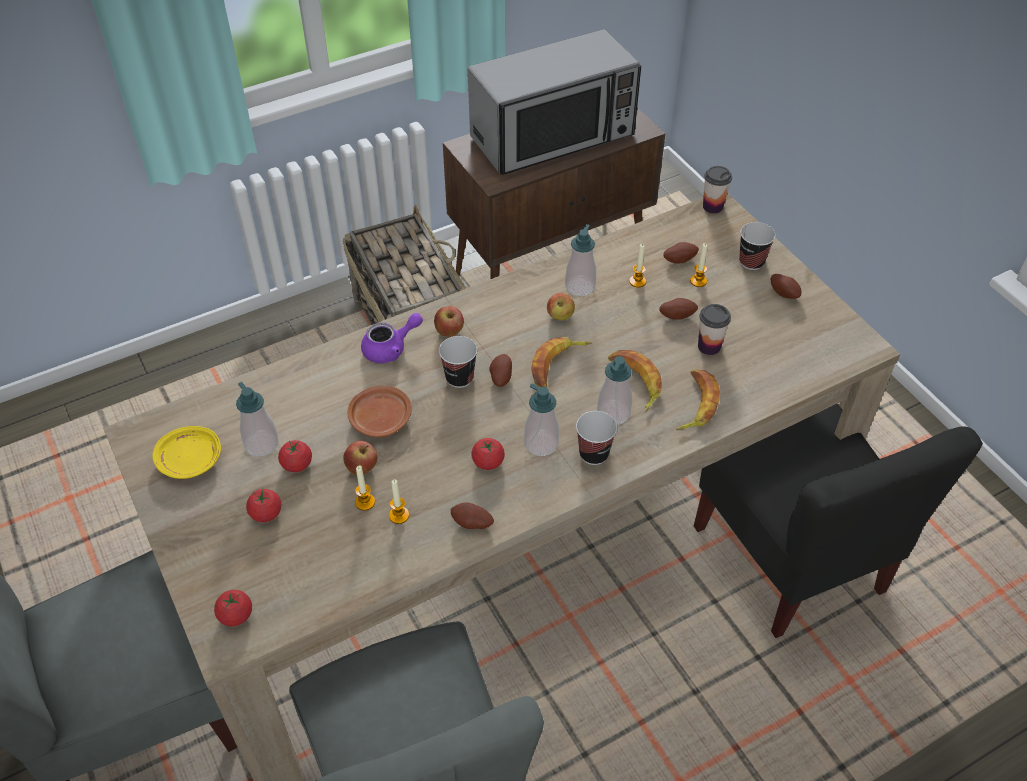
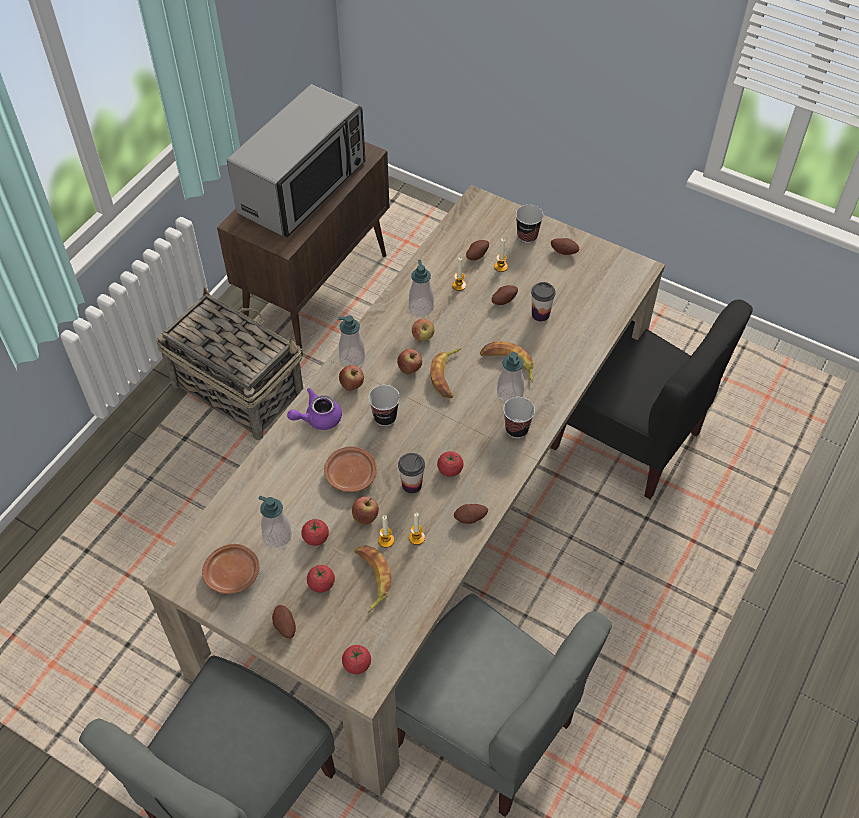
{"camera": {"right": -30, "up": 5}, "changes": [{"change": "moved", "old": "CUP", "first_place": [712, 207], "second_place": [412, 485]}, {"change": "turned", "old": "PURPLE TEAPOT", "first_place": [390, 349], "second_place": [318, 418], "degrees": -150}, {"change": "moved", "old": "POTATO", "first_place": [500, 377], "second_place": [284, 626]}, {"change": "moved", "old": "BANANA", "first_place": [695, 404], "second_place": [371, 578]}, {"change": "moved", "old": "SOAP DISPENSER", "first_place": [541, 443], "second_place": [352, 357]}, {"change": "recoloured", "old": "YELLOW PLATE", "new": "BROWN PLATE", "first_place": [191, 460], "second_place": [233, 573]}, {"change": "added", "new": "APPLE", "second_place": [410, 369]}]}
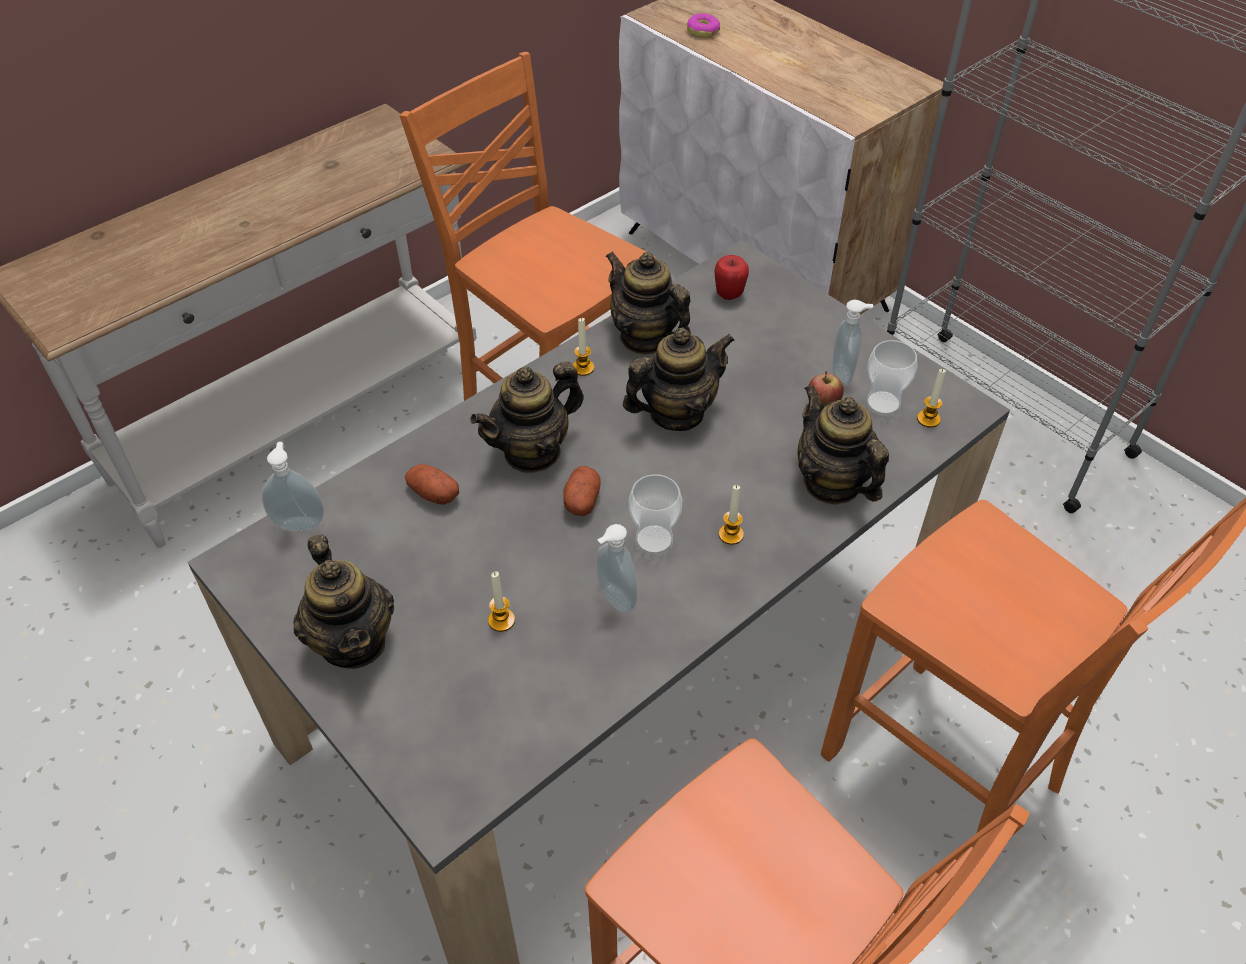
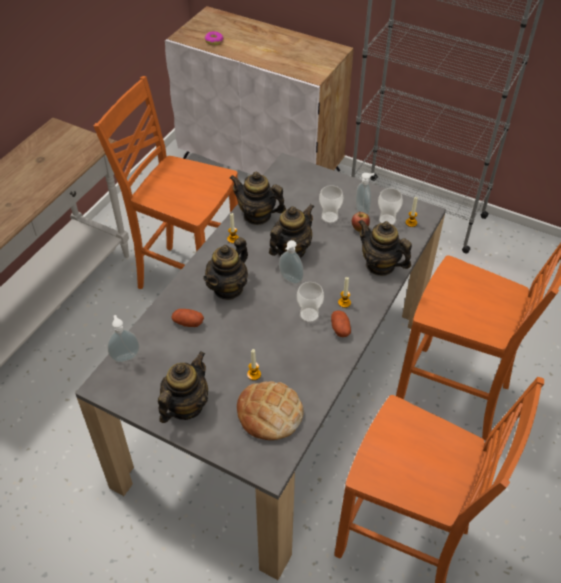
{"camera": {"right": -20, "up": 0}, "changes": [{"change": "removed", "old": "APPLE", "first_place": [729, 294]}, {"change": "moved", "old": "POTATO", "first_place": [582, 500], "second_place": [340, 328]}, {"change": "moved", "old": "SOAP DISPENSER", "first_place": [614, 600], "second_place": [290, 280]}, {"change": "turned", "old": "TEAPOT", "first_place": [354, 641], "second_place": [185, 406], "degrees": -105}, {"change": "added", "new": "CUP", "second_place": [329, 217]}, {"change": "added", "new": "BREAD", "second_place": [269, 414]}]}
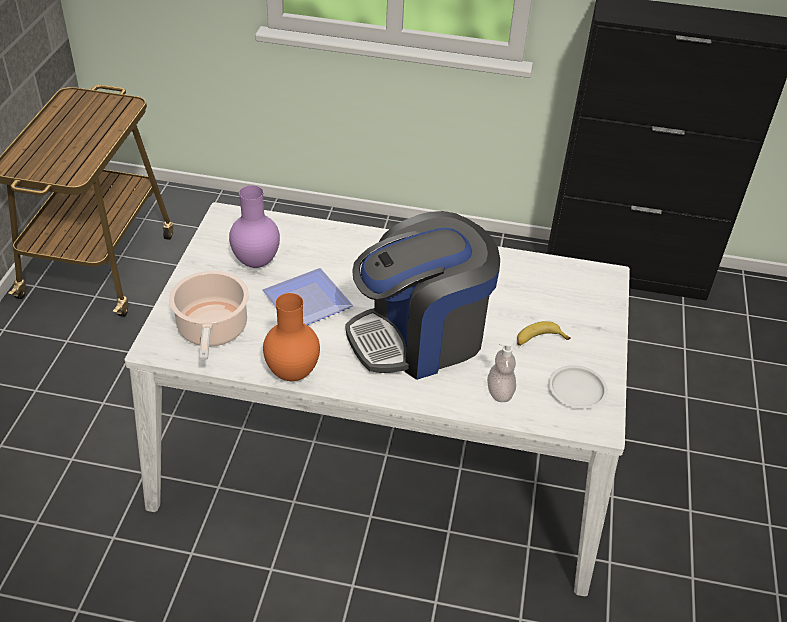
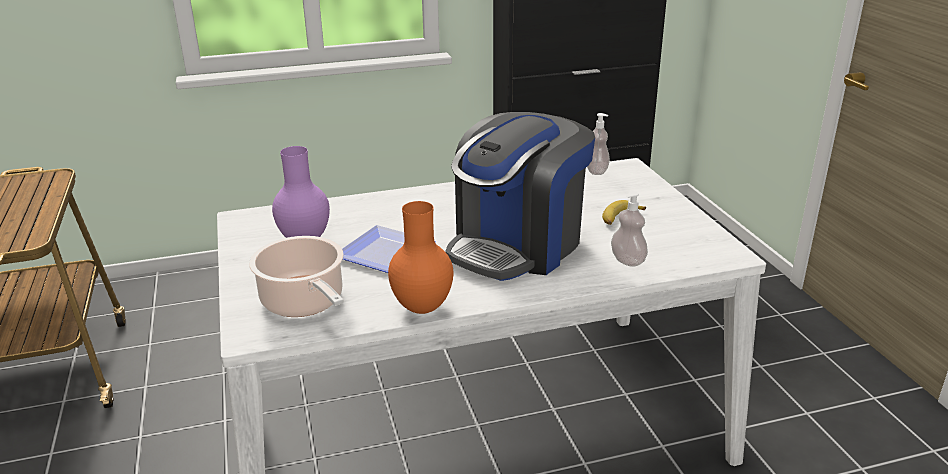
{"camera": {"right": -25, "up": -15}, "changes": [{"change": "removed", "old": "WHITE PLATE", "first_place": [577, 390]}, {"change": "added", "new": "SOAP DISPENSER", "second_place": [596, 171]}]}
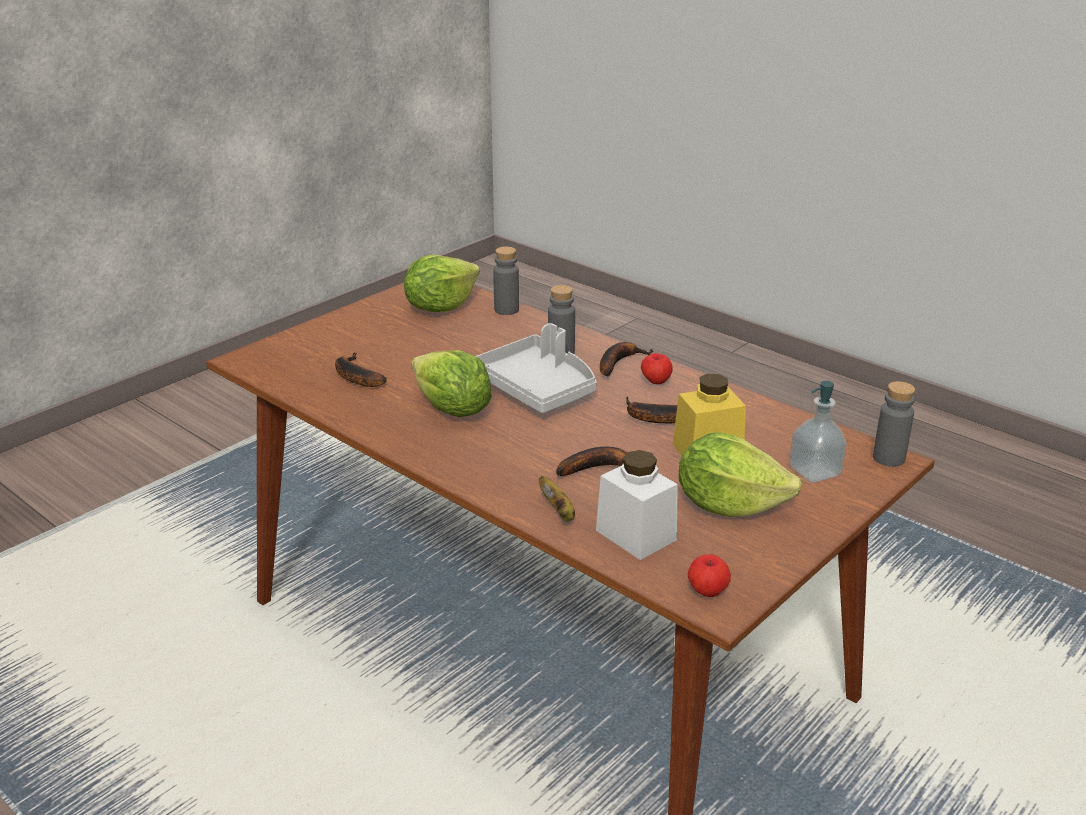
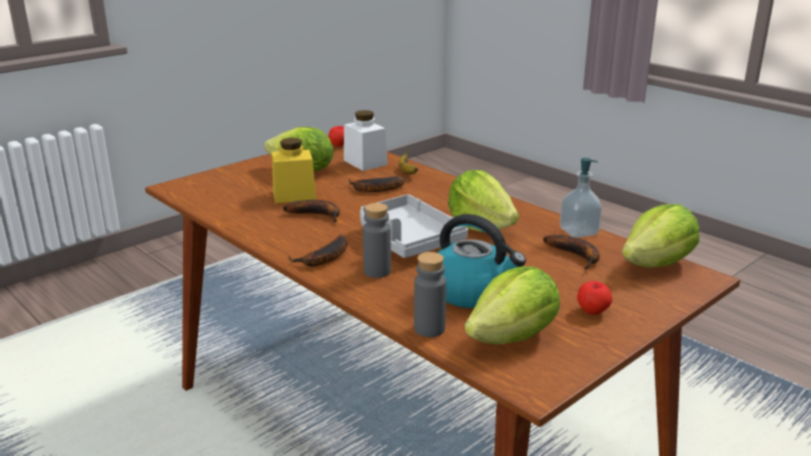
{"camera": {"right": -175, "up": -5}, "changes": [{"change": "moved", "old": "APPLE", "first_place": [655, 381], "second_place": [592, 311]}, {"change": "moved", "old": "SOAP DISPENSER", "first_place": [814, 472], "second_place": [578, 232]}, {"change": "removed", "old": "GREY BOTTLE", "first_place": [888, 458]}, {"change": "added", "new": "LETTUCE", "second_place": [658, 264]}, {"change": "added", "new": "KETTLE", "second_place": [472, 291]}]}
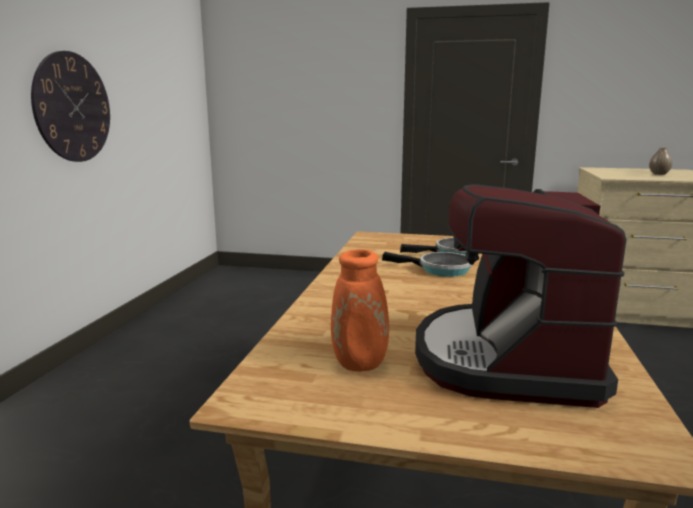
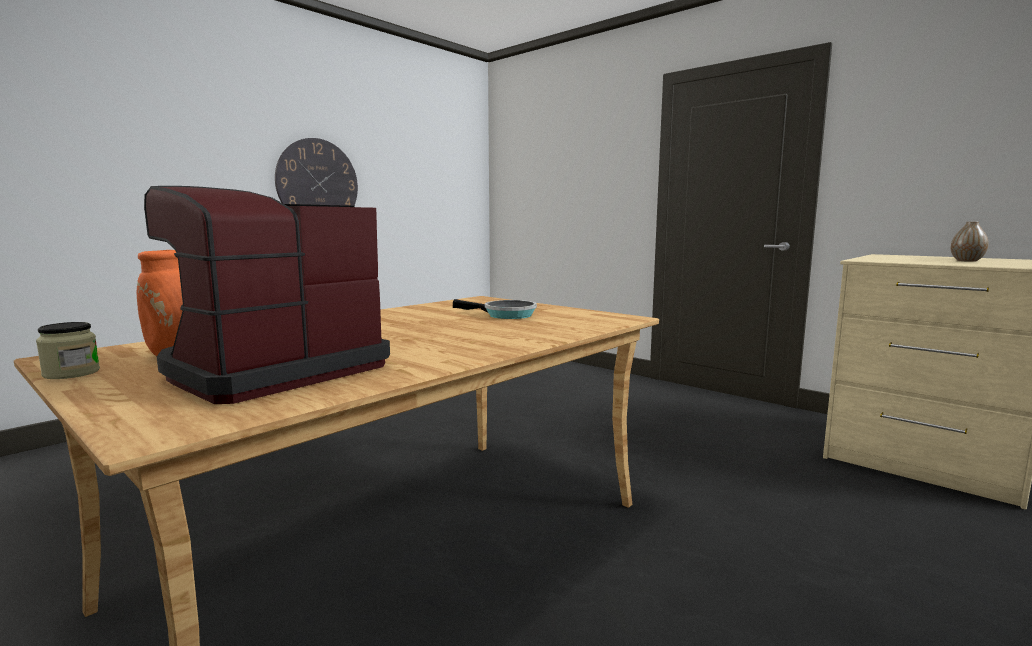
{"camera": {"right": 30, "up": -5}, "changes": [{"change": "removed", "old": "FRYING PAN", "first_place": [440, 269]}, {"change": "added", "new": "JAR", "second_place": [71, 373]}]}
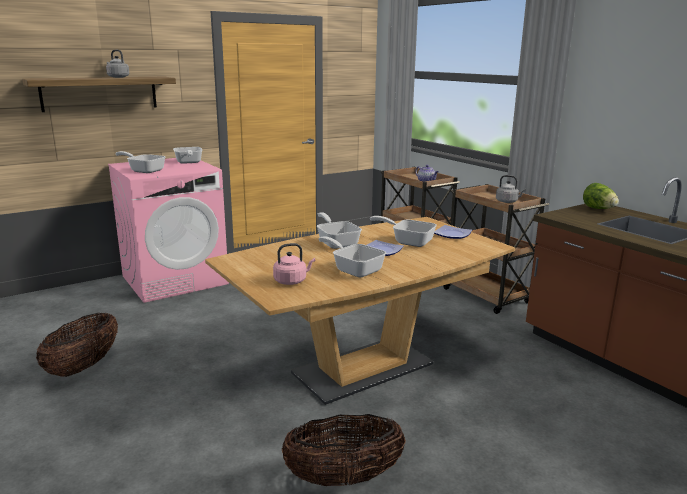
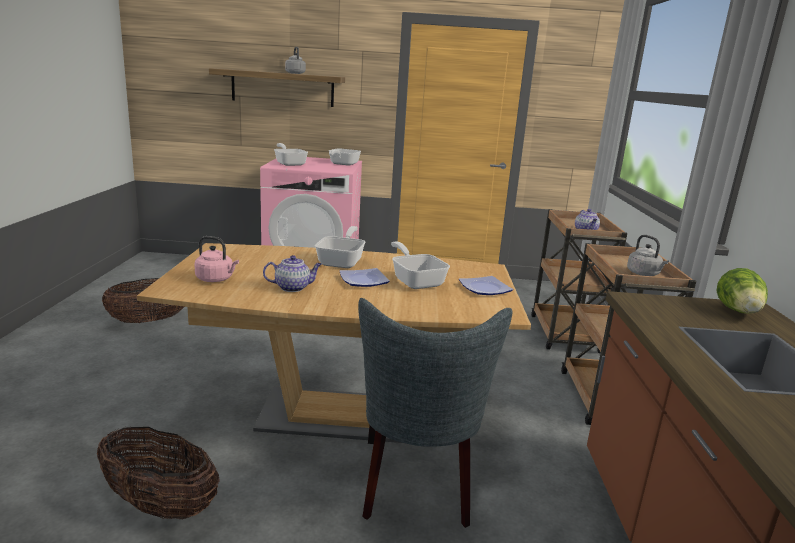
{"camera": {"right": 35, "up": 0}, "changes": [{"change": "replaced", "old": "FRYING PAN", "new": "TEAPOT", "first_place": [354, 269], "second_place": [293, 287]}, {"change": "added", "new": "GREY CHAIR", "second_place": [416, 486]}]}
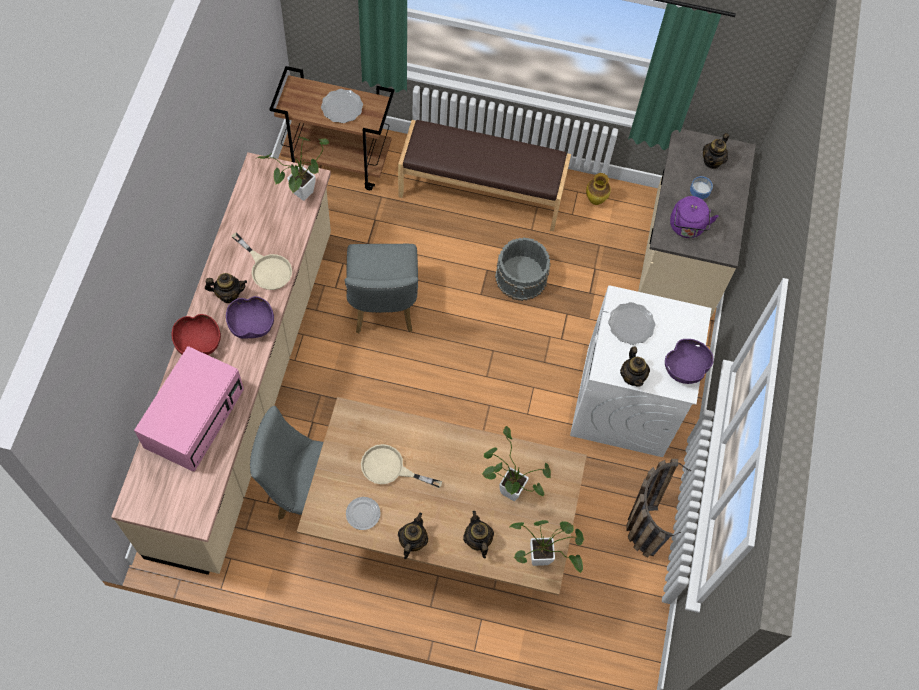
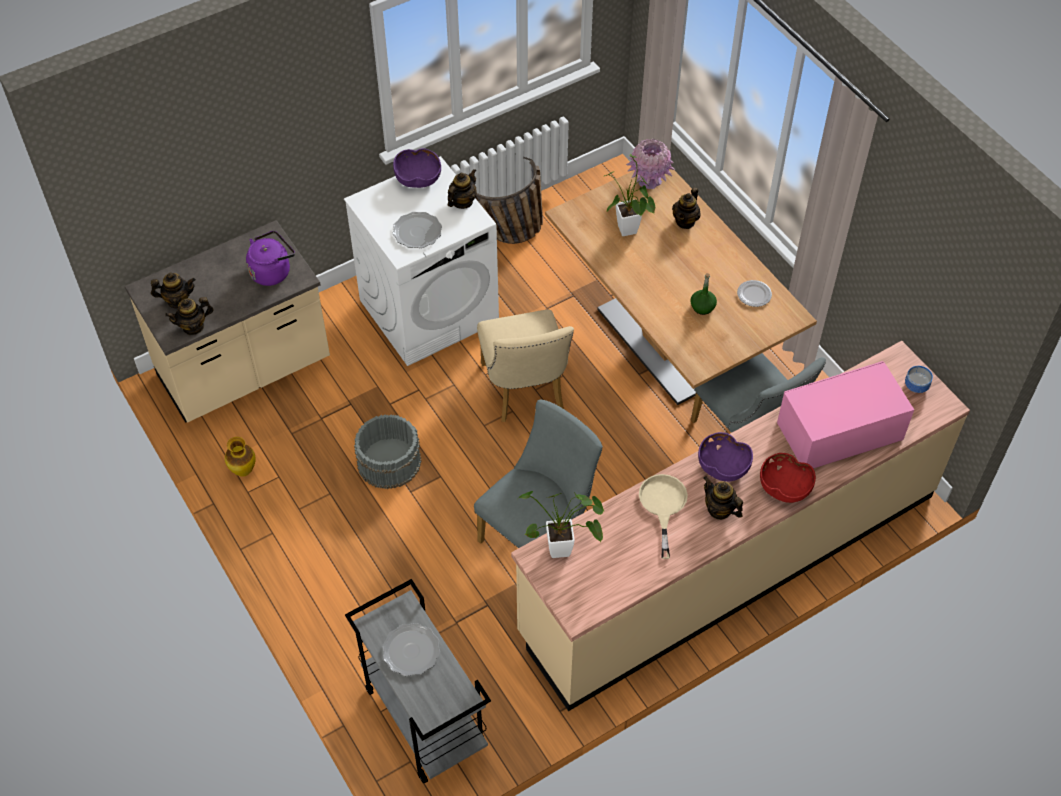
{"camera": {"right": -130, "up": -10}, "changes": [{"change": "recoloured", "old": "BROWN CART", "new": "GREY CART", "first_place": [338, 160], "second_place": [423, 717]}, {"change": "removed", "old": "BROWN BENCH", "first_place": [481, 191]}, {"change": "moved", "old": "BOWL", "first_place": [699, 192], "second_place": [915, 386]}, {"change": "replaced", "old": "BEIGE FRYING PAN", "new": "GREEN BOTTLE", "first_place": [390, 468], "second_place": [702, 307]}, {"change": "moved", "old": "TEAPOT", "first_place": [412, 541], "second_place": [193, 326]}, {"change": "replaced", "old": "POTTED PLANT", "new": "PINK VASE", "first_place": [544, 558], "second_place": [649, 180]}, {"change": "added", "new": "BEIGE CHAIR", "second_place": [524, 393]}]}
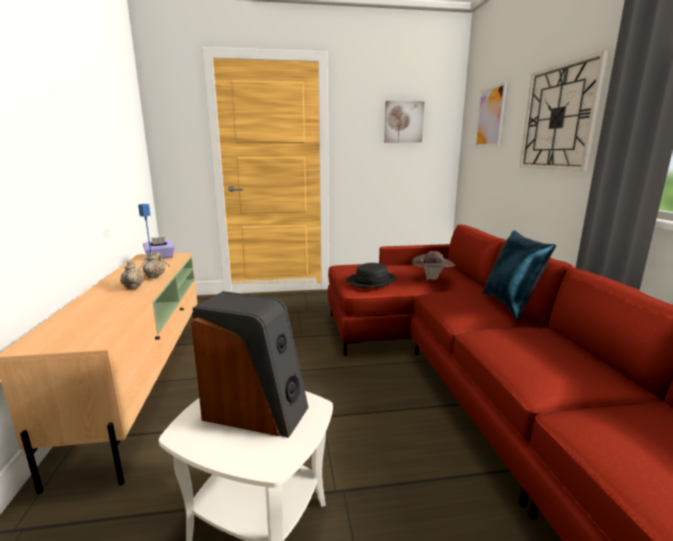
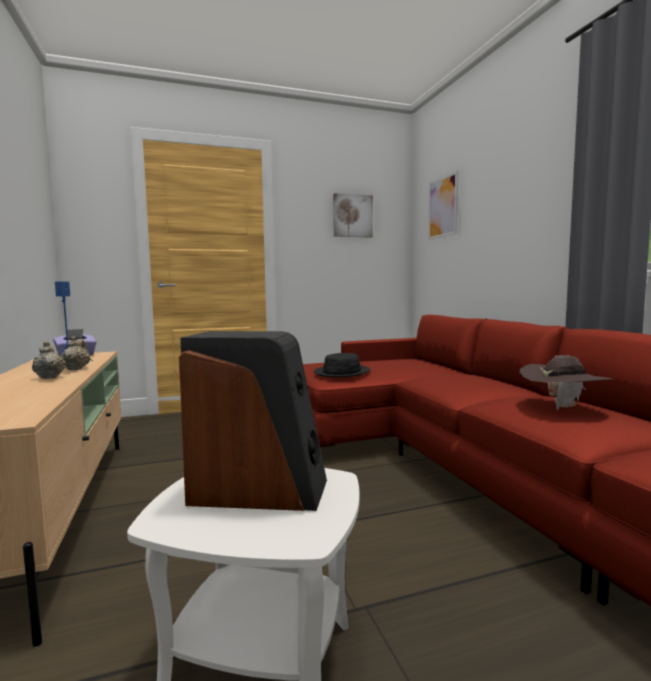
{"camera": {"right": -10, "up": -10}, "changes": [{"change": "removed", "old": "WALL CLOCK", "first_place": [559, 118]}, {"change": "removed", "old": "BLUE PILLOW", "first_place": [511, 305]}, {"change": "moved", "old": "BROWN HAT", "first_place": [432, 279], "second_place": [562, 407]}]}
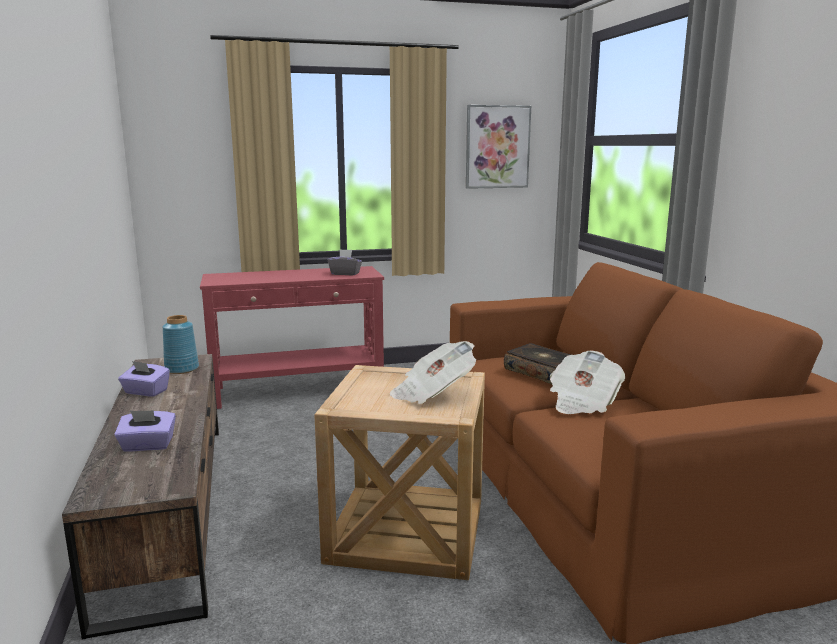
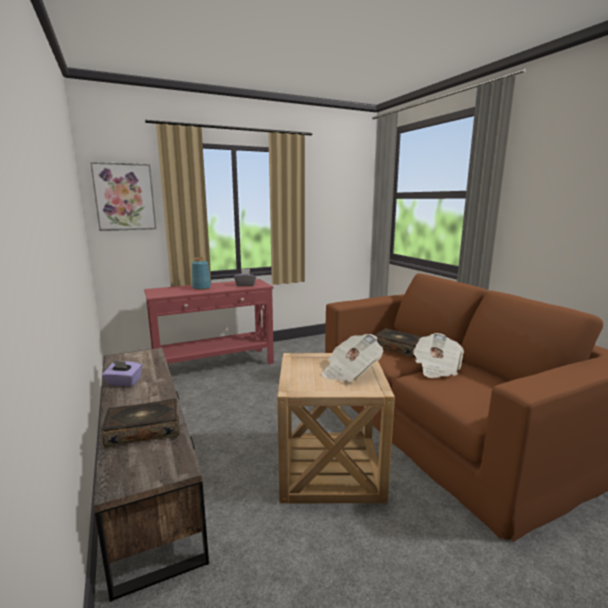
{"camera": {"right": -10, "up": 0}, "changes": [{"change": "moved", "old": "PICTURE", "first_place": [497, 147], "second_place": [124, 197]}, {"change": "moved", "old": "BLUE VASE", "first_place": [181, 369], "second_place": [201, 288]}, {"change": "replaced", "old": "PURPLE TISSUE BOX", "new": "BOOK", "first_place": [147, 446], "second_place": [144, 430]}]}
